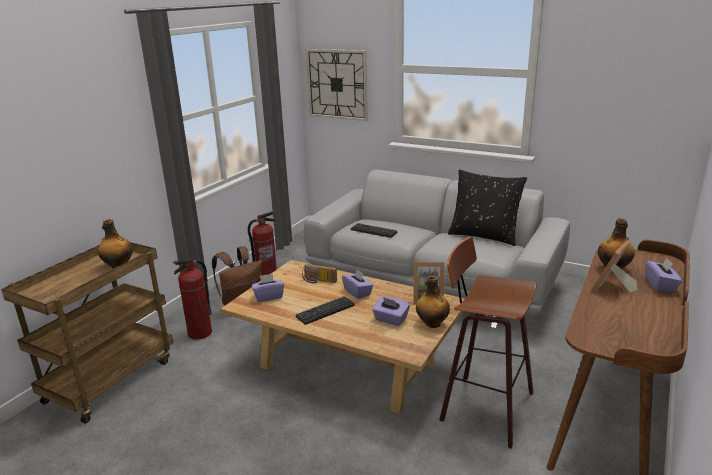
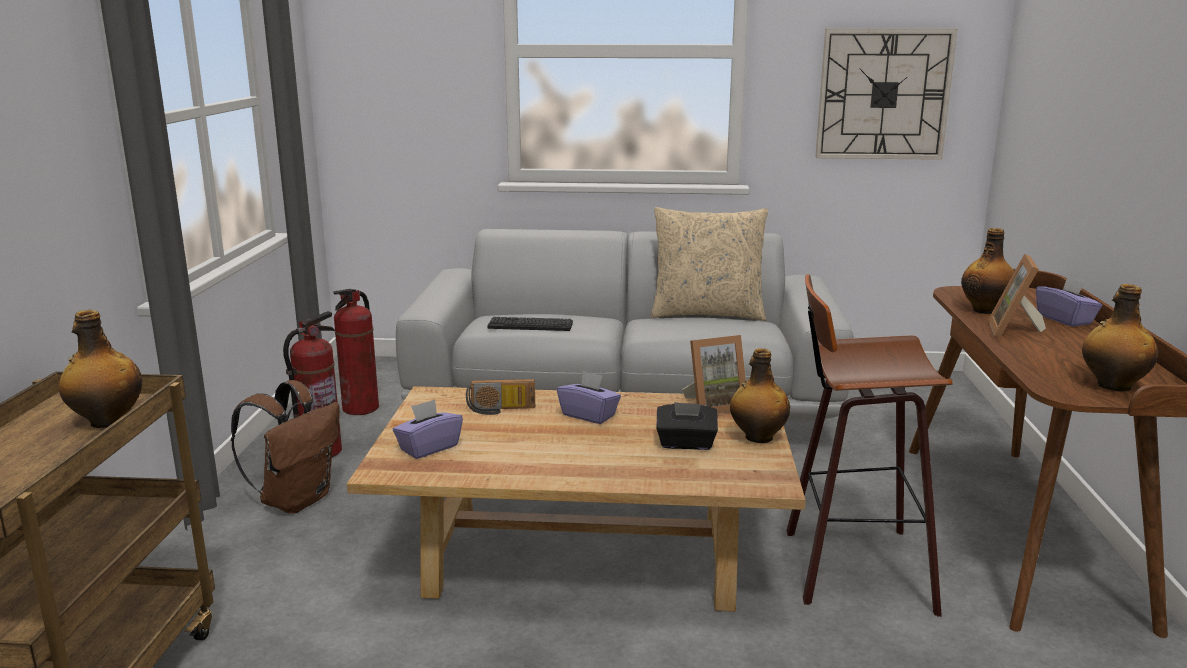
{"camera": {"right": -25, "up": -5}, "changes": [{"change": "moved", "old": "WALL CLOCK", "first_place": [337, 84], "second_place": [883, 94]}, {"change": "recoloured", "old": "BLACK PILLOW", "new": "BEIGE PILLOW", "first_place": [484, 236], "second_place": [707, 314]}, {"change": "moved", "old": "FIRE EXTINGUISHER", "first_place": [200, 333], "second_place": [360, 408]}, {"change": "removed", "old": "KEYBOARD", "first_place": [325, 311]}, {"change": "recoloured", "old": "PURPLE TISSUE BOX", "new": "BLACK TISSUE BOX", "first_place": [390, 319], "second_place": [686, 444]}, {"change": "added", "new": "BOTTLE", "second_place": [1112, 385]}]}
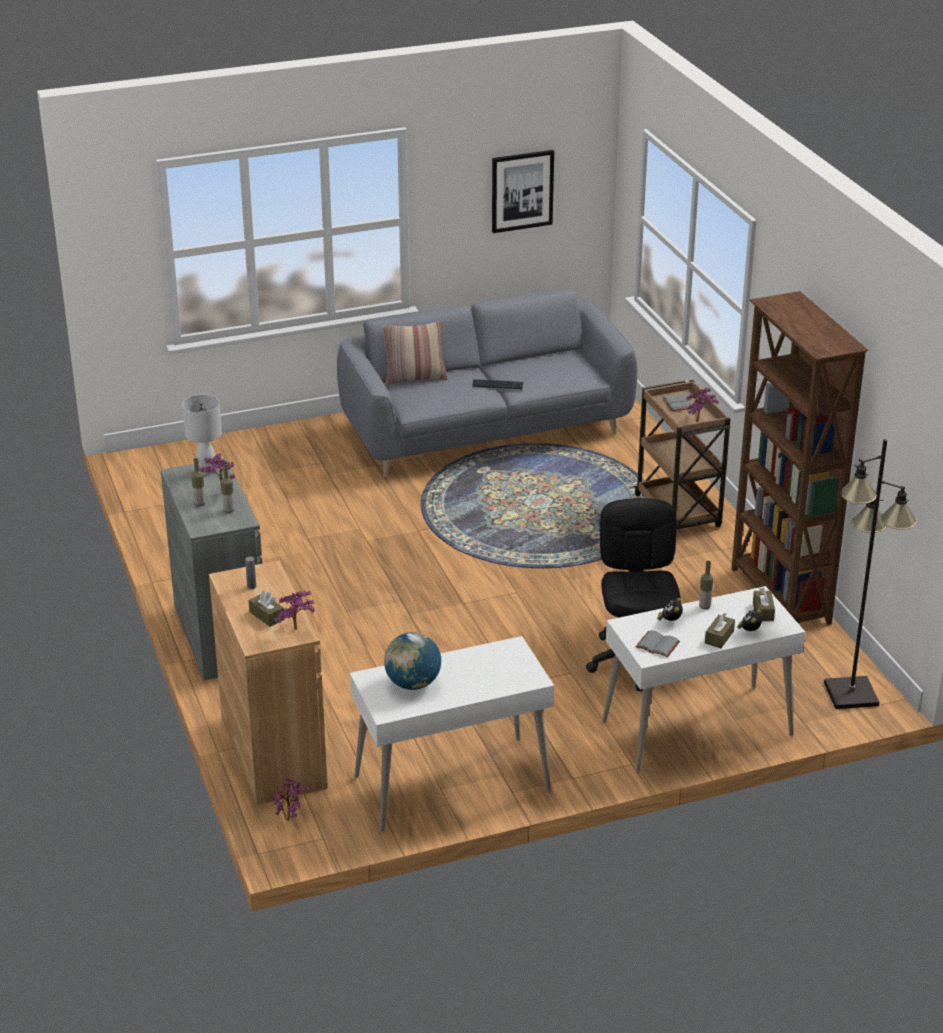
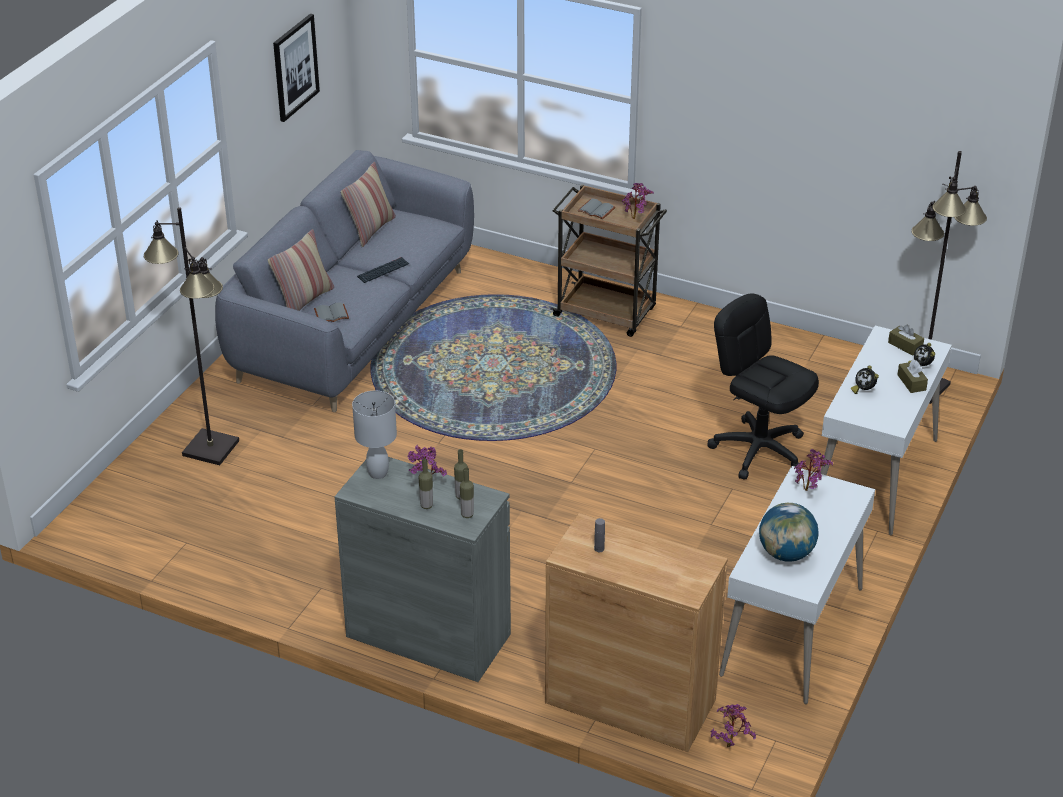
{"camera": {"right": -45, "up": 5}, "changes": [{"change": "removed", "old": "BROWN BOOKCASE", "first_place": [779, 597]}, {"change": "moved", "old": "BOTTLE", "first_place": [704, 606], "second_place": [467, 515]}, {"change": "removed", "old": "BROWN TISSUE BOX", "first_place": [267, 616]}, {"change": "moved", "old": "POTTED PLANT", "first_place": [297, 631], "second_place": [809, 490]}, {"change": "moved", "old": "GREY BOOK", "first_place": [656, 645], "second_place": [331, 315]}, {"change": "added", "new": "PILLOW", "second_place": [370, 230]}, {"change": "added", "new": "BLACK FLOOR LAMP", "second_place": [210, 447]}]}
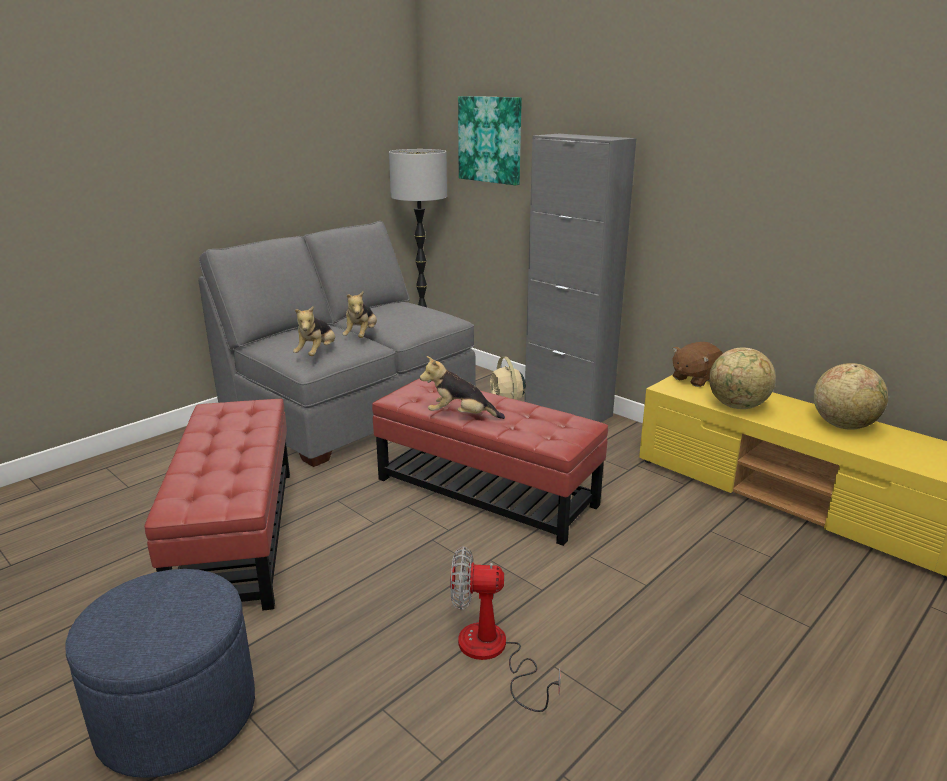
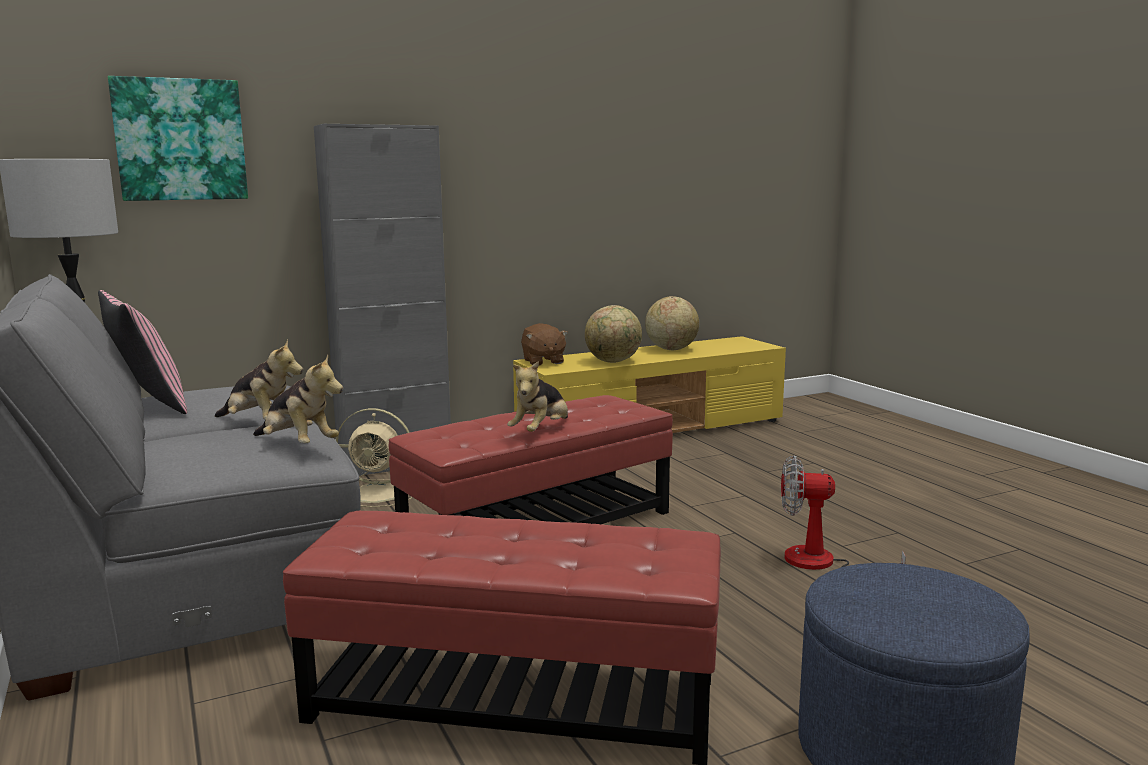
{"camera": {"right": -70, "up": -10}, "changes": [{"change": "turned", "old": "FAN", "first_place": [493, 653], "second_place": [822, 566], "degrees": 75}, {"change": "added", "new": "PINK PILLOW", "second_place": [148, 406]}]}
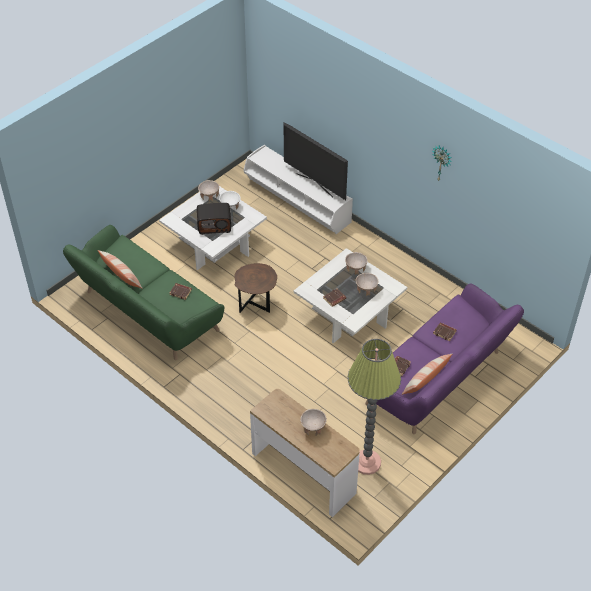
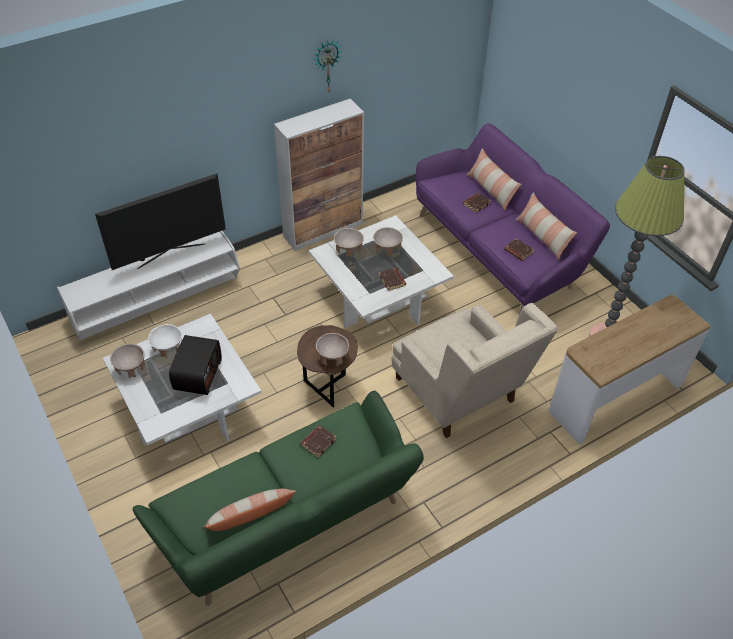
{"camera": {"right": -75, "up": 0}, "changes": [{"change": "moved", "old": "BEIGE BOWL", "first_place": [313, 428], "second_place": [332, 357]}, {"change": "added", "new": "CABINET", "second_place": [323, 230]}, {"change": "added", "new": "PILLOW", "second_place": [491, 190]}, {"change": "added", "new": "BEIGE ARMCHAIR", "second_place": [460, 396]}]}
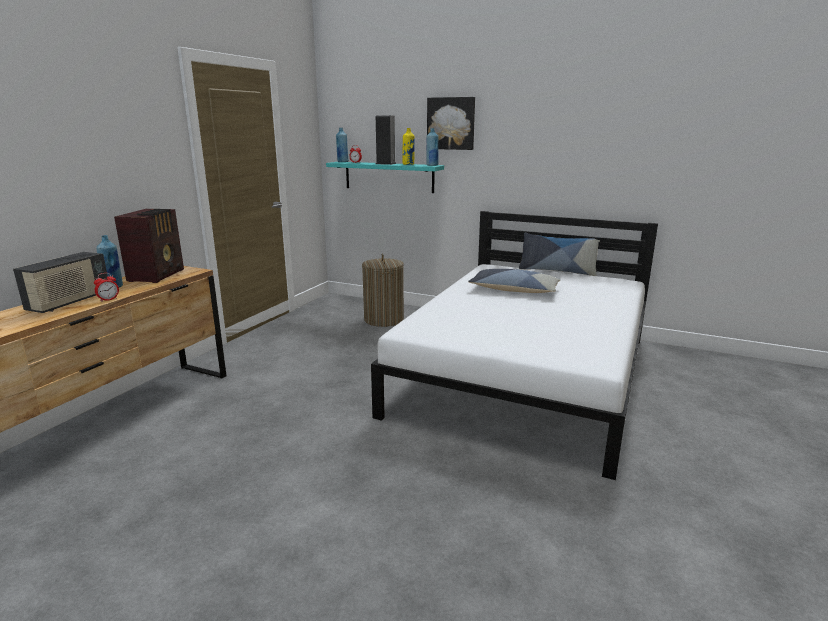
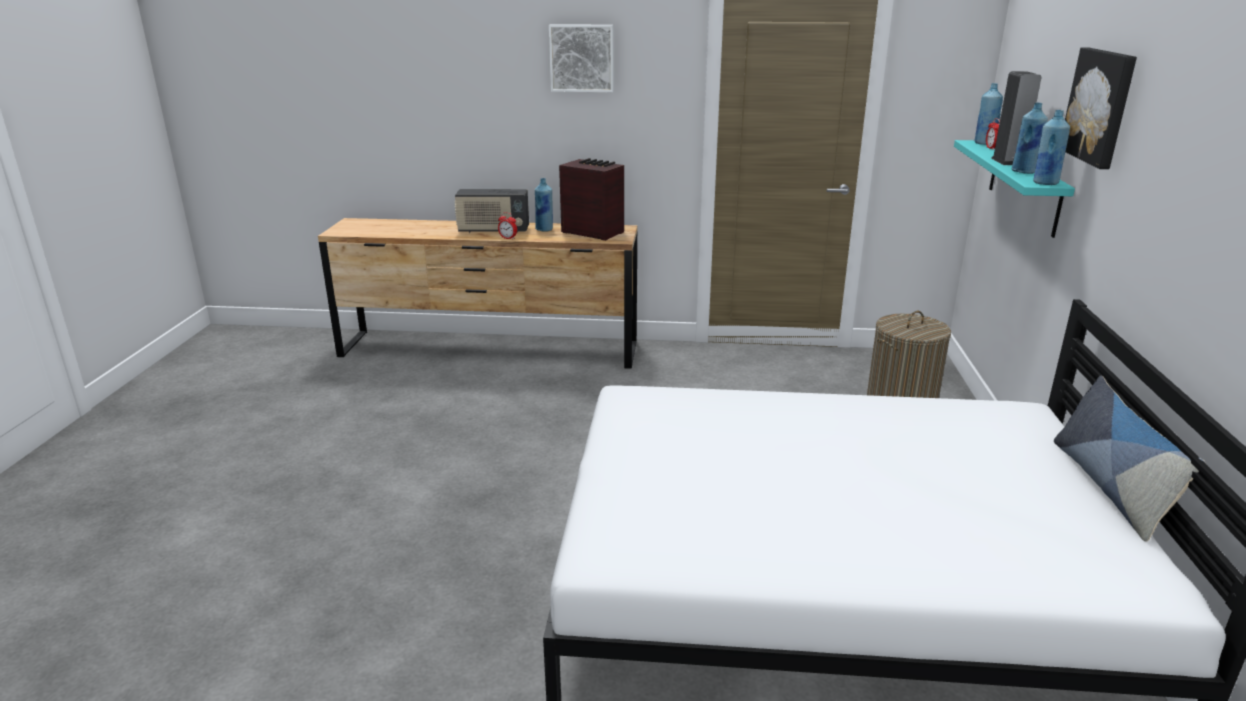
{"camera": {"right": 70, "up": 5}, "changes": [{"change": "recoloured", "old": "YELLOW BOTTLE", "new": "BLUE BOTTLE", "first_place": [408, 164], "second_place": [1023, 172]}, {"change": "turned", "old": "RADIO", "first_place": [158, 275], "second_place": [592, 232], "degrees": -135}, {"change": "removed", "old": "PILLOW", "first_place": [514, 290]}, {"change": "added", "new": "PICTURE", "second_place": [582, 58]}]}
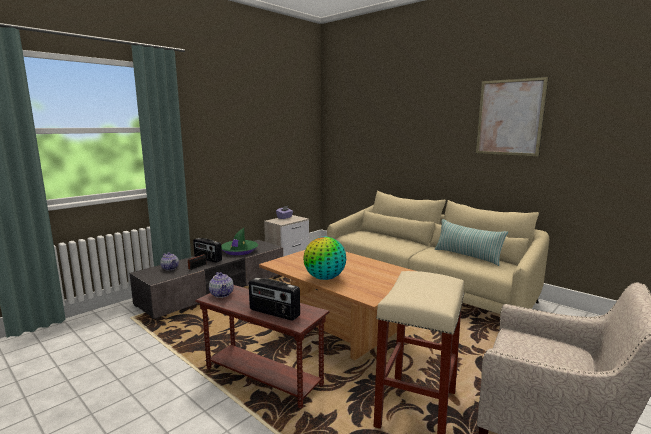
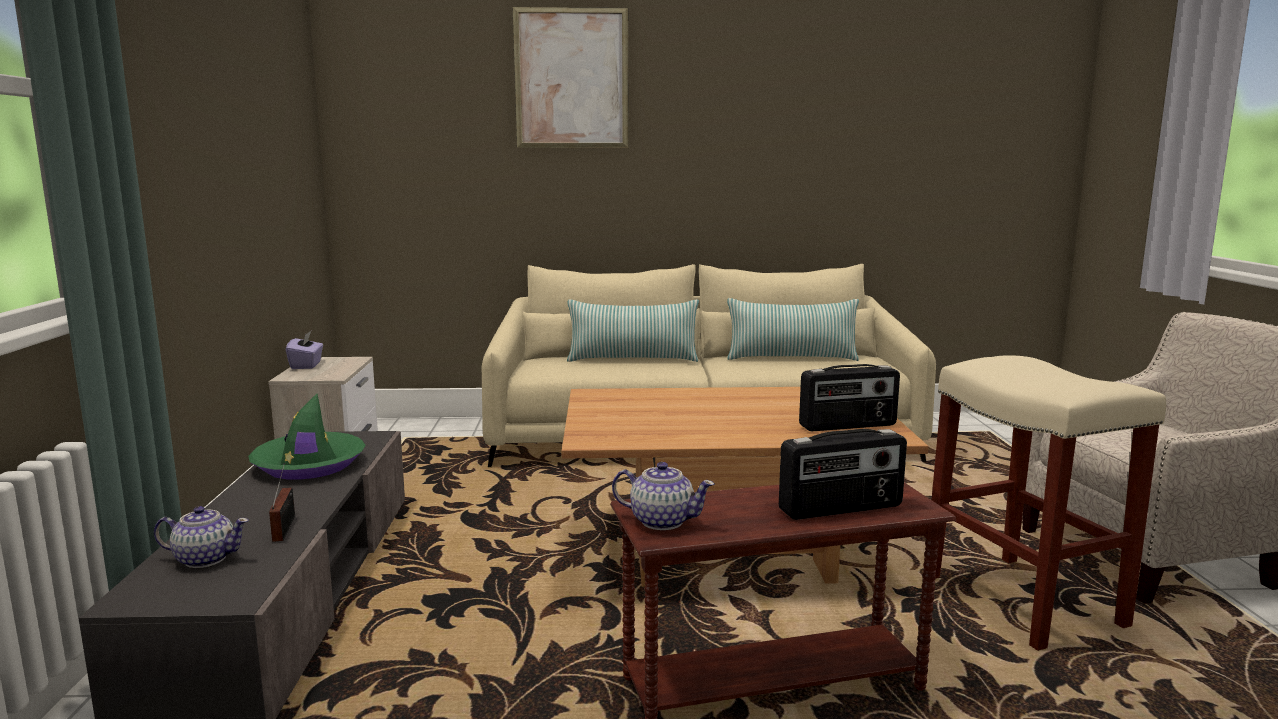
{"camera": {"right": -45, "up": 0}, "changes": [{"change": "moved", "old": "PICTURE", "first_place": [509, 117], "second_place": [571, 79]}, {"change": "removed", "old": "GLOBE", "first_place": [325, 278]}, {"change": "moved", "old": "RADIO", "first_place": [207, 259], "second_place": [848, 426]}, {"change": "added", "new": "PILLOW", "second_place": [633, 359]}]}
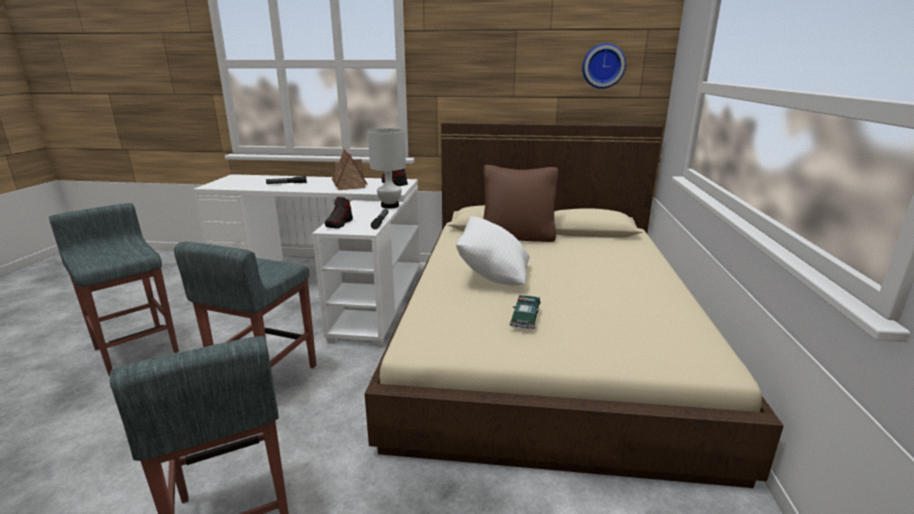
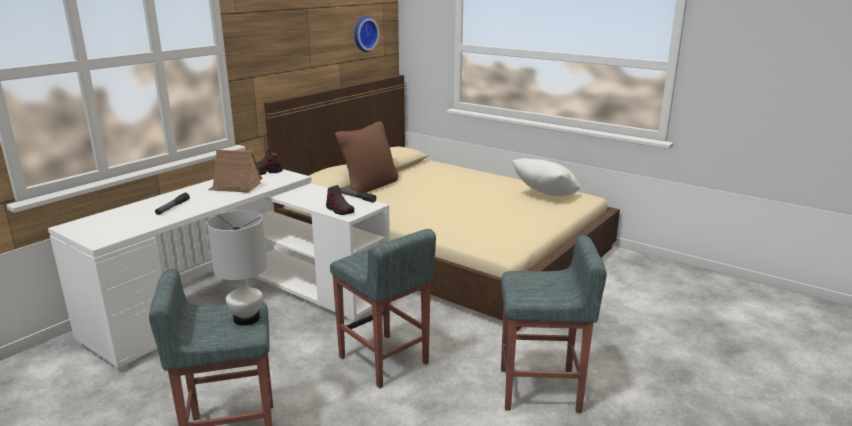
{"camera": {"right": -60, "up": 0}, "changes": [{"change": "moved", "old": "WHITE TABLE LAMP", "first_place": [390, 206], "second_place": [246, 318]}, {"change": "moved", "old": "WHITE PILLOW", "first_place": [493, 277], "second_place": [545, 196]}, {"change": "removed", "old": "TOY CAR", "first_place": [525, 317]}]}
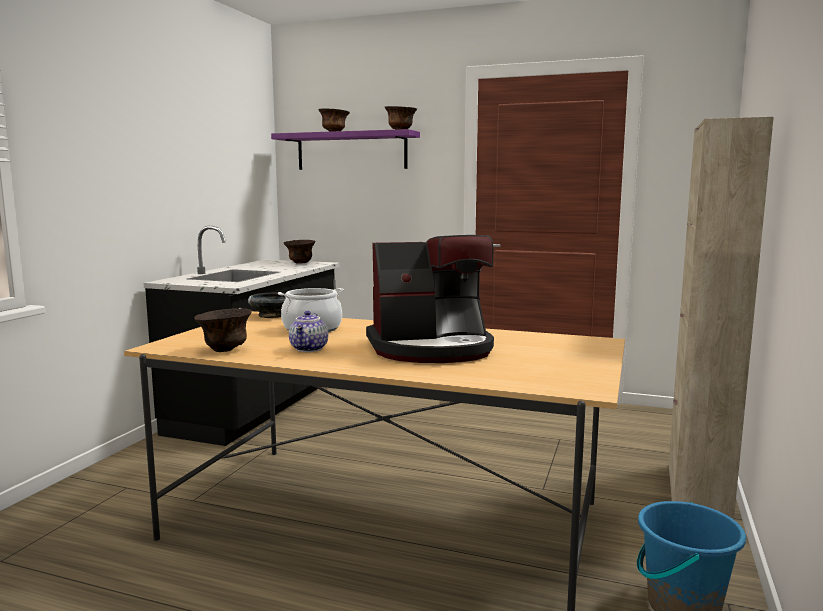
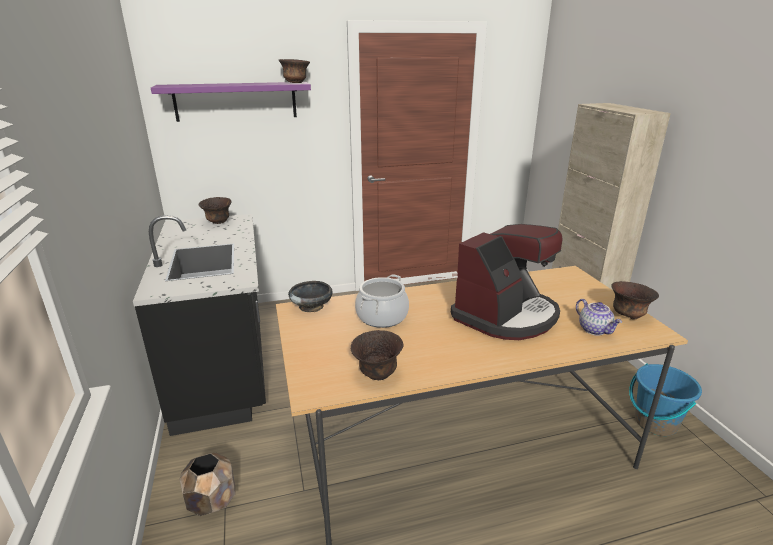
{"camera": {"right": -35, "up": 15}, "changes": [{"change": "moved", "old": "BROWN BOWL", "first_place": [334, 132], "second_place": [627, 315]}, {"change": "moved", "old": "TEAPOT", "first_place": [310, 349], "second_place": [595, 330]}, {"change": "added", "new": "BROWN PLANTER", "second_place": [212, 501]}]}
